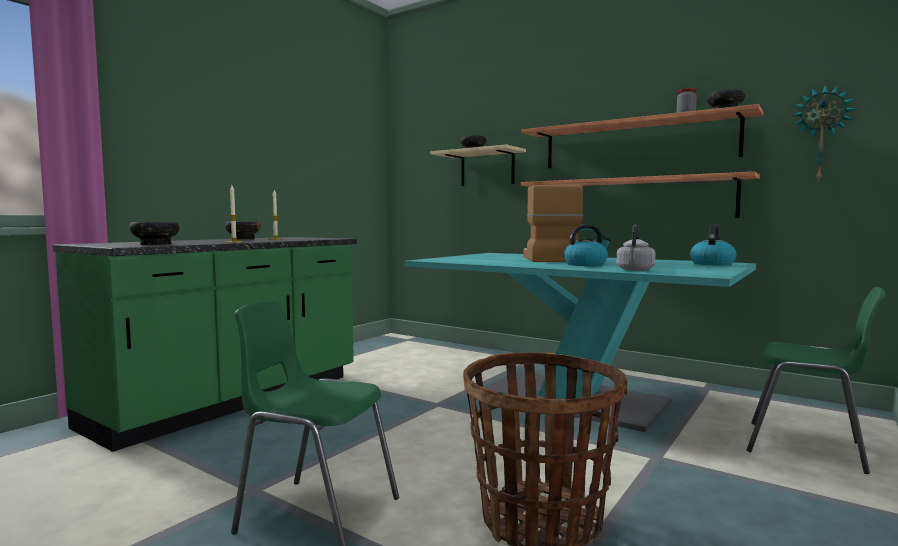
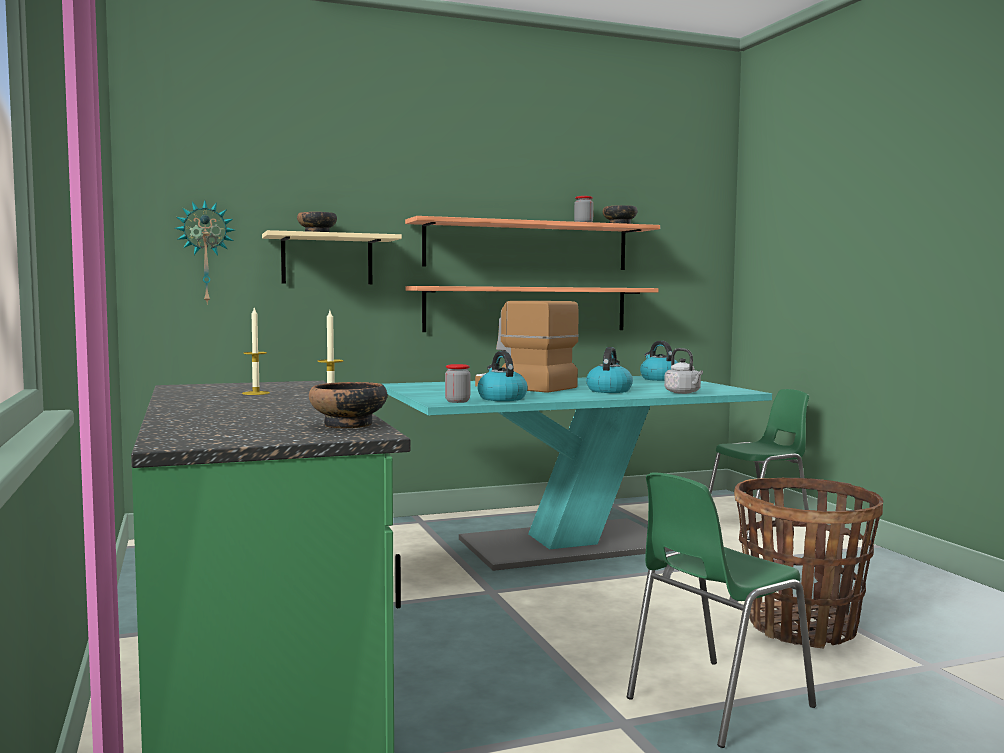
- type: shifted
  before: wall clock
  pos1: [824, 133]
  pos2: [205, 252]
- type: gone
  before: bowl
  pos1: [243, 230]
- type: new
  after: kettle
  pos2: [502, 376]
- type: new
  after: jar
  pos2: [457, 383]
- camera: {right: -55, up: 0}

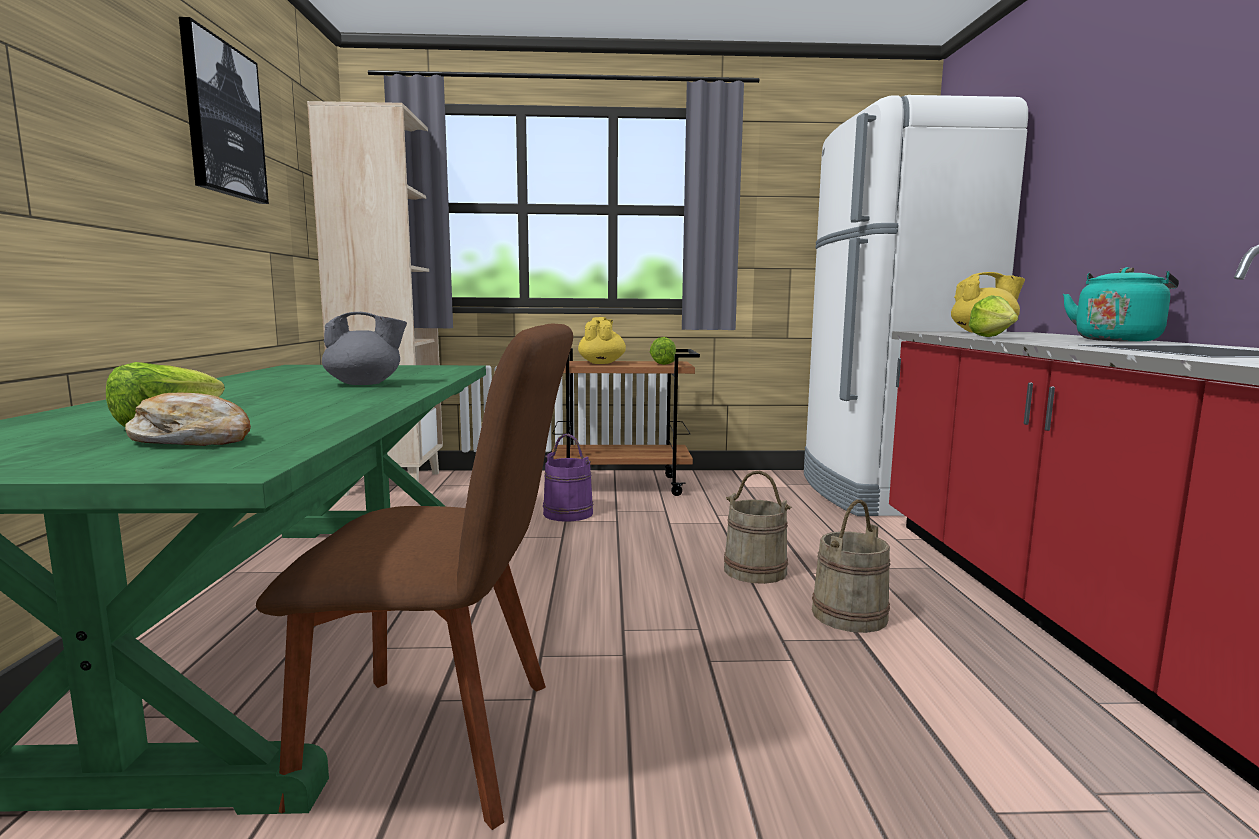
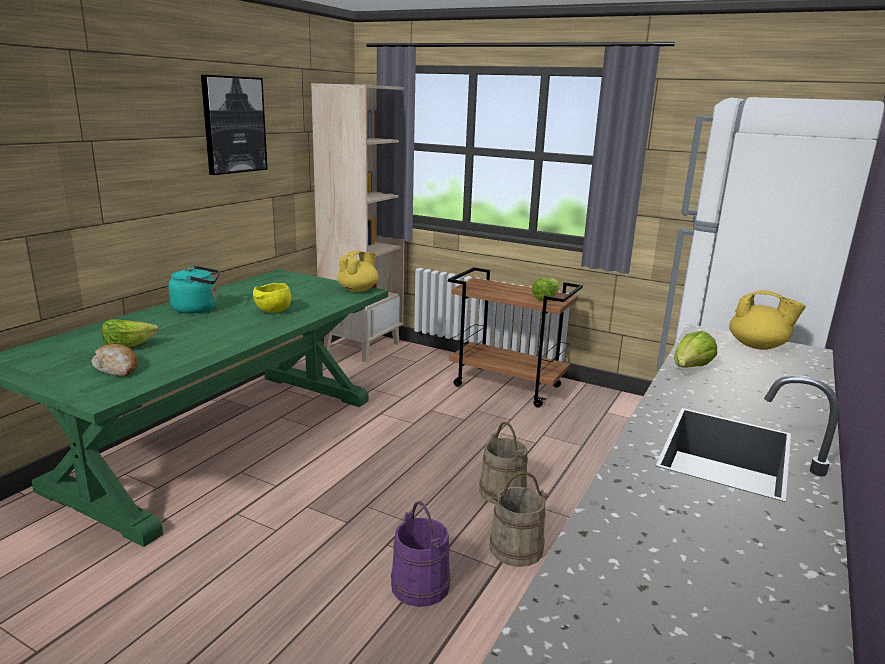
- type: shifted
  before: turquoise kettle
  pos1: [1121, 304]
  pos2: [194, 290]
- type: swapped
  before: grey teapot
  after: yellow bowl
  pos1: [364, 348]
  pos2: [272, 298]
- type: shifted
  before: yellow teapot
  pos1: [602, 340]
  pos2: [357, 271]
- type: gone
  before: brown chair
  pos1: [414, 577]
- type: shifted
  before: purple bucket
  pos1: [568, 478]
  pos2: [421, 554]
- camera: {right: 30, up: 10}

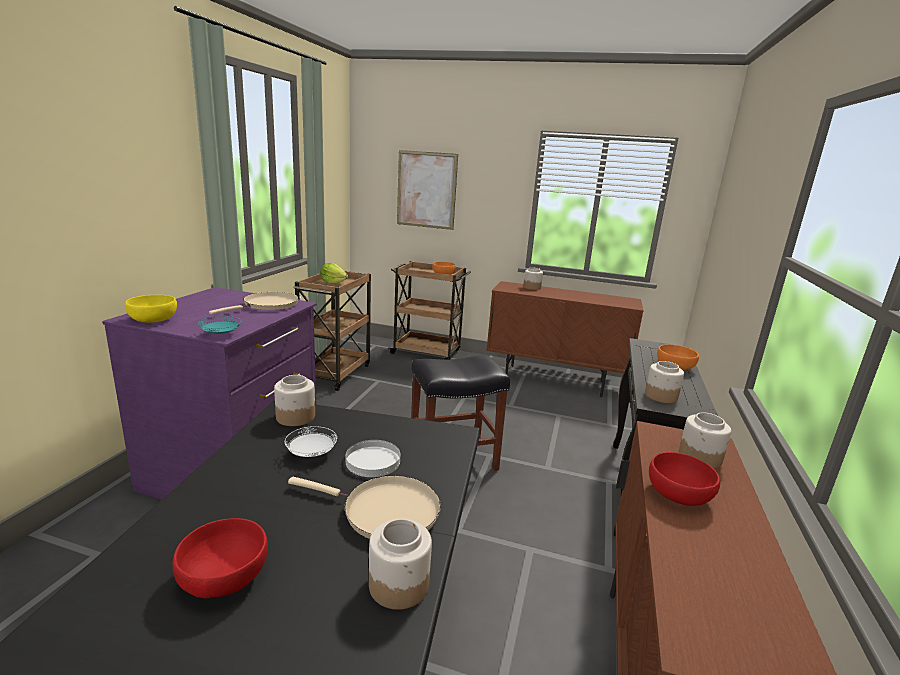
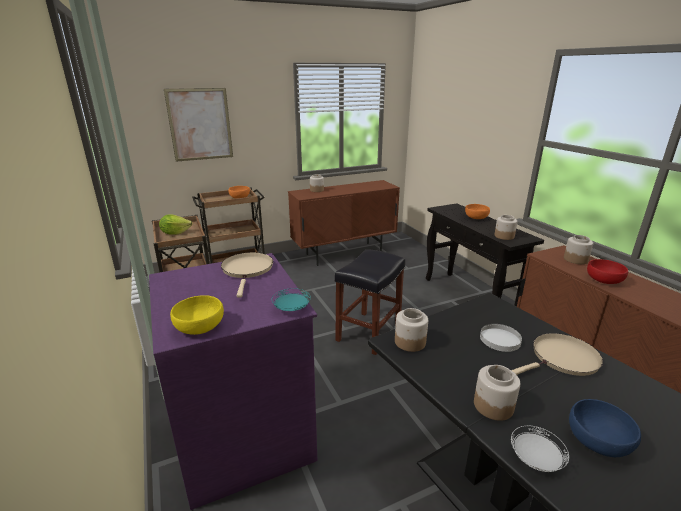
- type: shifted
  before: white plate
  pos1: [311, 441]
  pos2: [540, 449]
- type: repainted
  before: red bowl
  after: blue bowl
  pos1: [220, 558]
  pos2: [605, 428]
- type: shifted
  before: jar
  pos1: [400, 564]
  pos2: [497, 393]
- camera: {right: -40, up: 5}

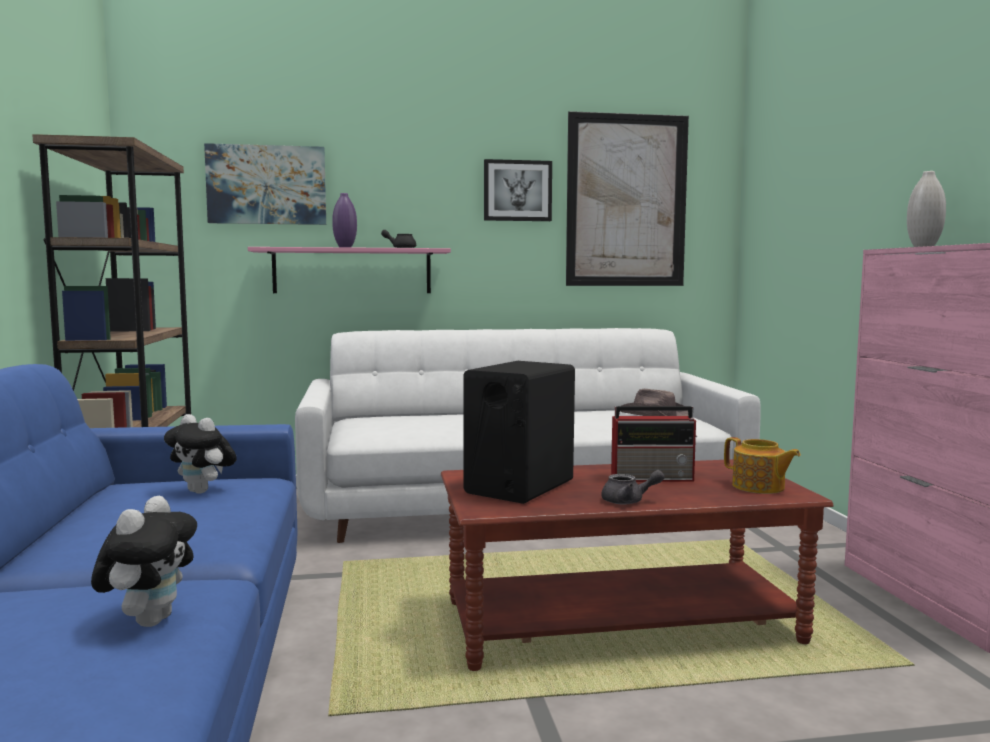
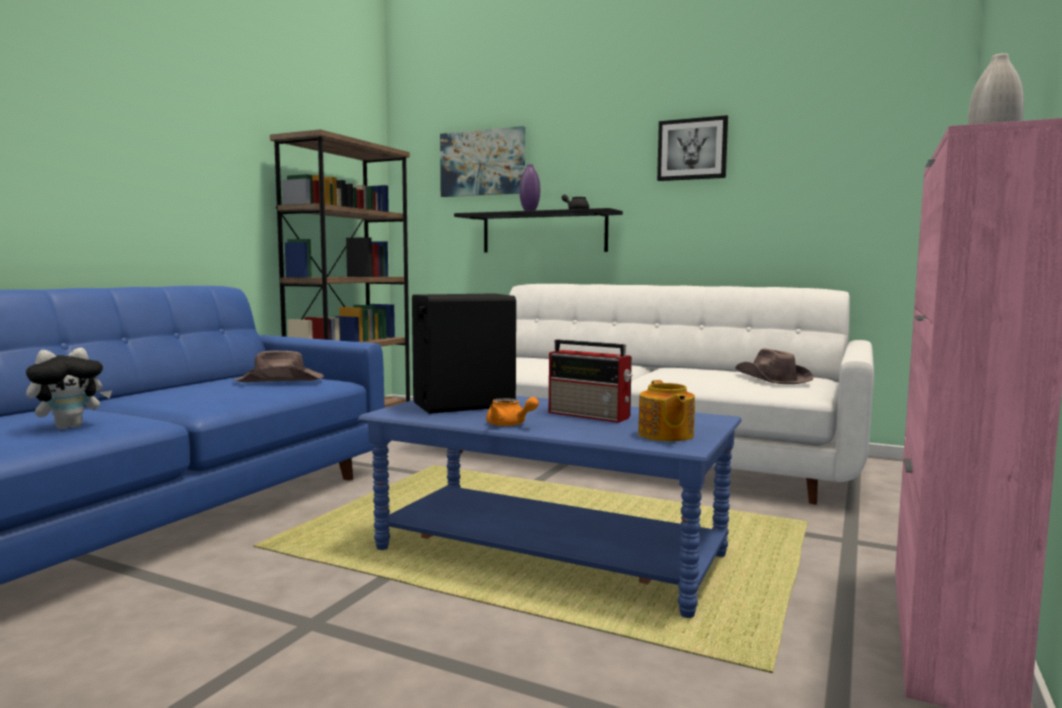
- type: gone
  before: picture
  pos1: [627, 198]
- type: repainted
  before: pink shelf
  after: black shelf
  pos1: [349, 270]
  pos2: [538, 230]
- type: swapped
  before: plush toy
  after: brown hat
  pos1: [200, 454]
  pos2: [278, 367]
- type: repainted
  before: brown coffee table
  after: blue coffee table
  pos1: [637, 565]
  pos2: [549, 507]
- type: repainted
  before: grey teapot
  after: orange teapot
  pos1: [633, 487]
  pos2: [512, 411]
- camera: {right: 35, up: 0}

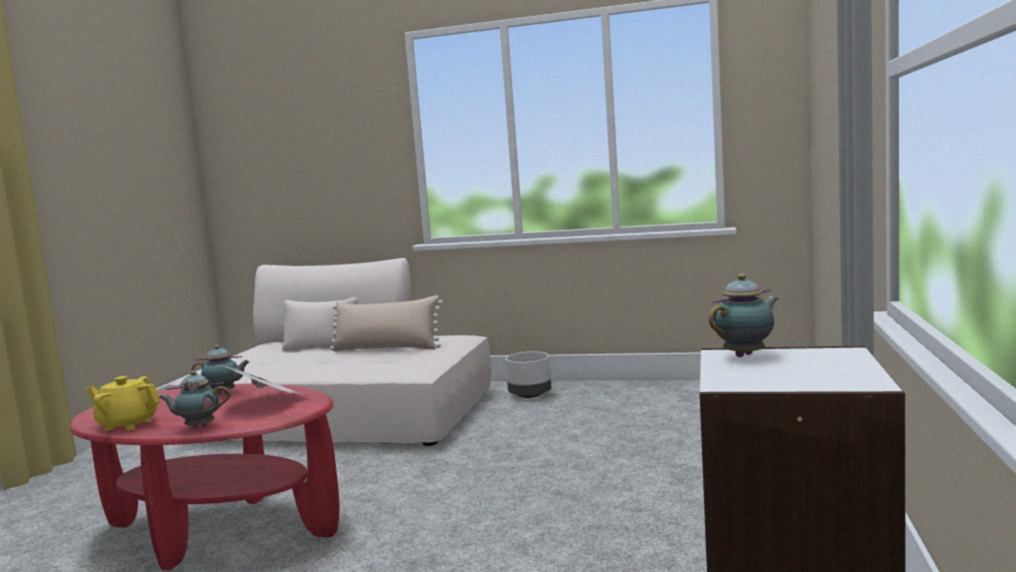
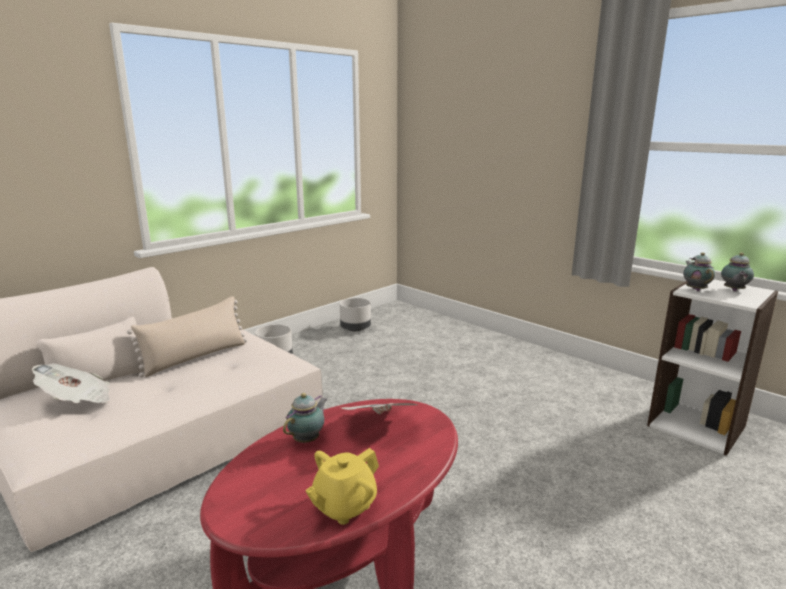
- type: shifted
  before: teapot
  pos1: [194, 399]
  pos2: [737, 272]
- type: new
  after: grey planter
  pos2: [355, 314]
- type: new
  after: newspaper
  pos2: [71, 383]
- camera: {right: -60, up: 10}

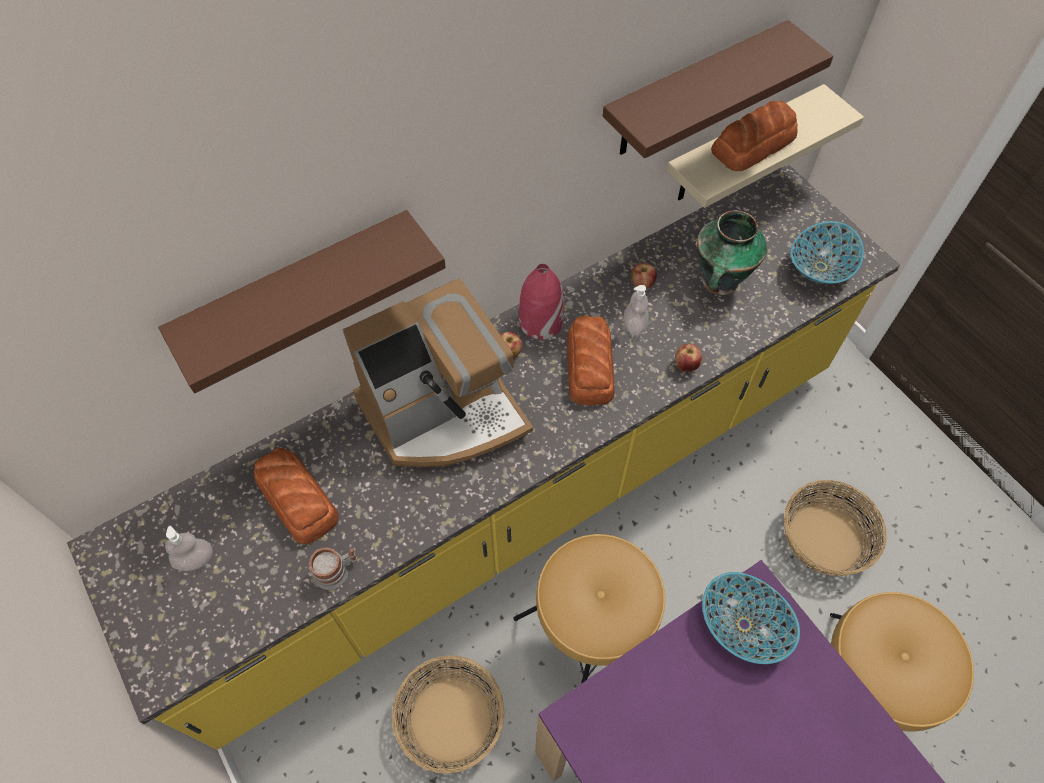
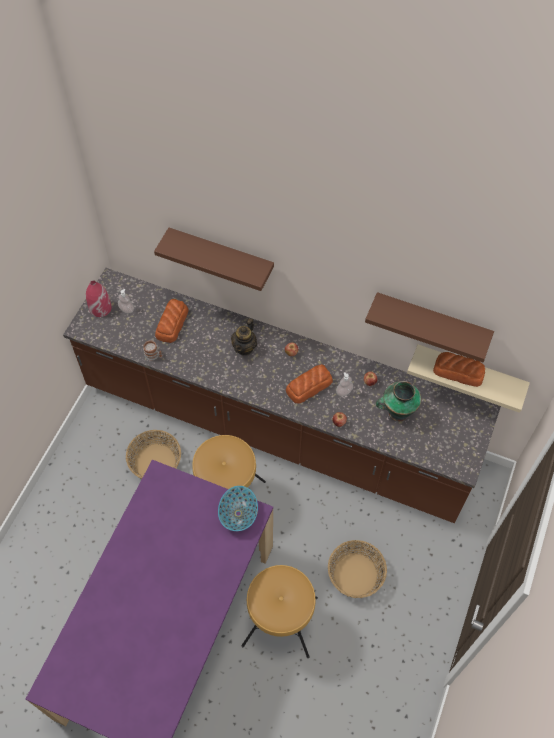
- type: repainted
  before: yellow counter
  after: brown counter
  pos1: [483, 457]
  pos2: [282, 395]
- type: gone
  before: bowl
  pos1: [827, 252]
- type: shifted
  before: red vase
  pos1: [541, 301]
  pos2: [99, 299]
- type: swapped
  before: coffee machine
  after: teapot
  pos1: [437, 372]
  pos2: [244, 337]
- camera: {right: 55, up: 0}

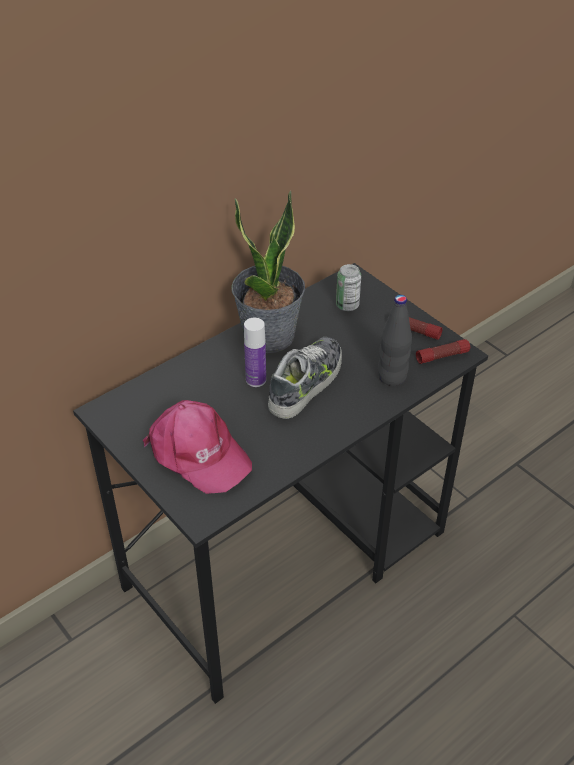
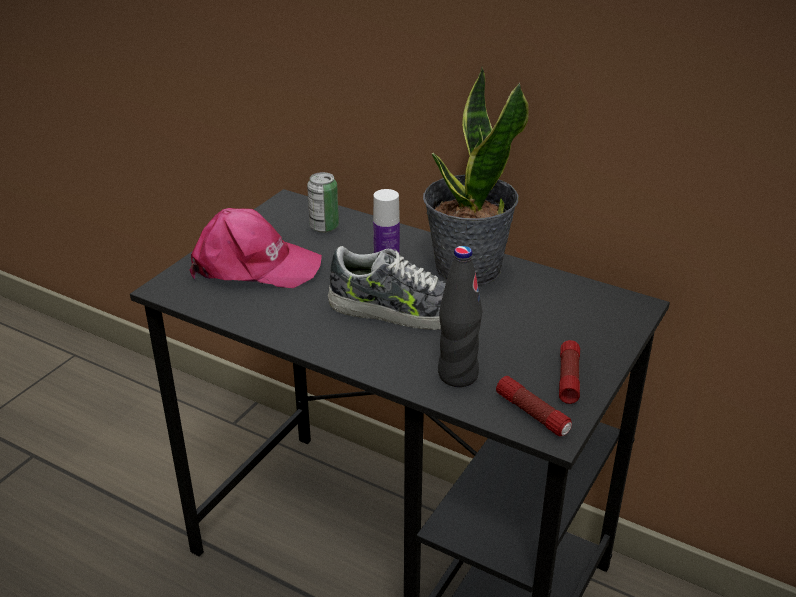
- type: shifted
  before: can
  pos1: [348, 287]
  pos2: [323, 202]
- type: rotated
  before: pink cap
  pos1: [197, 447]
  pos2: [255, 248]
  turn: -105
- camera: {right: 70, up: -10}

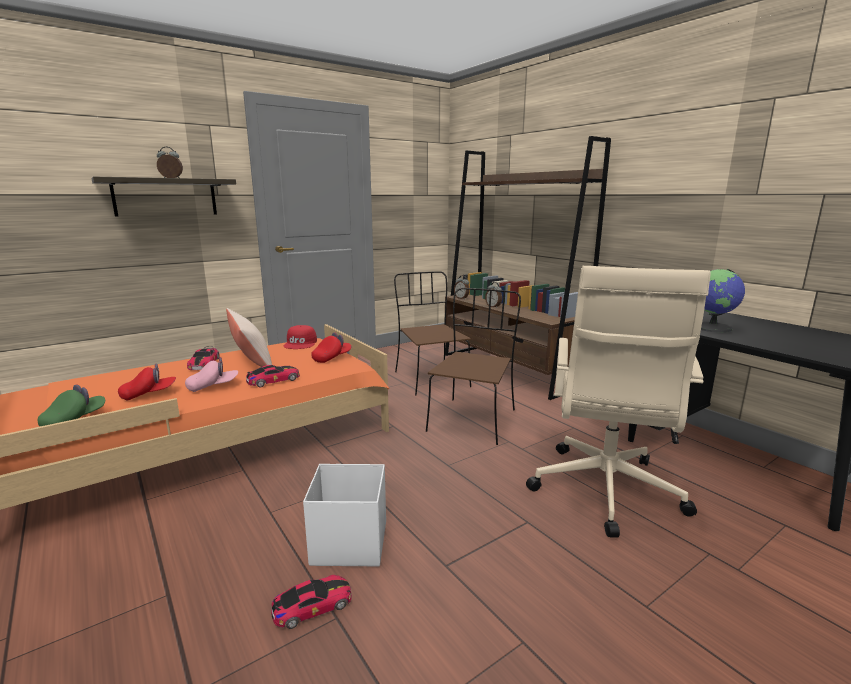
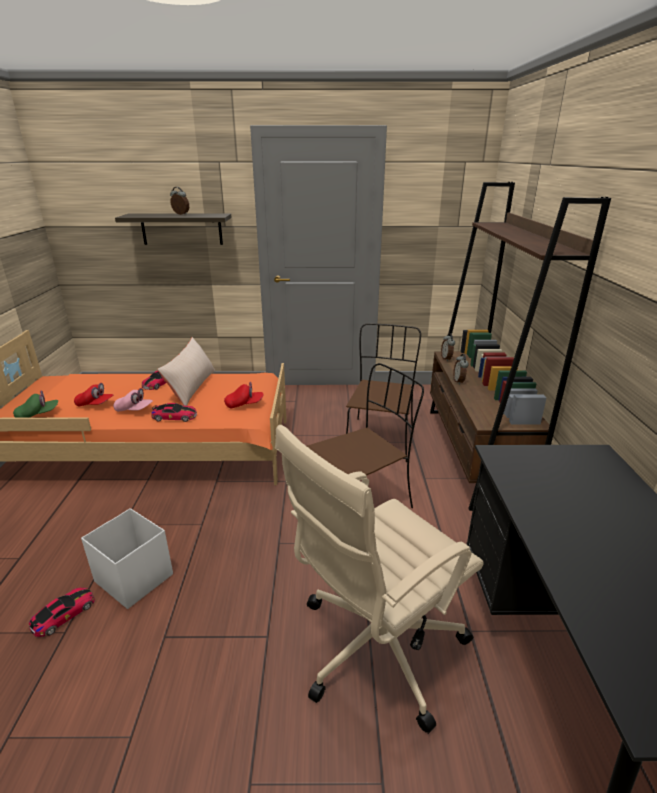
- type: gone
  before: globe
  pos1: [723, 301]
- type: gone
  before: red cap
  pos1: [300, 337]
- type: rotated
  before: toy car
  pos1: [311, 602]
  pos2: [62, 612]
  turn: -60
- camera: {right: 35, up: 10}

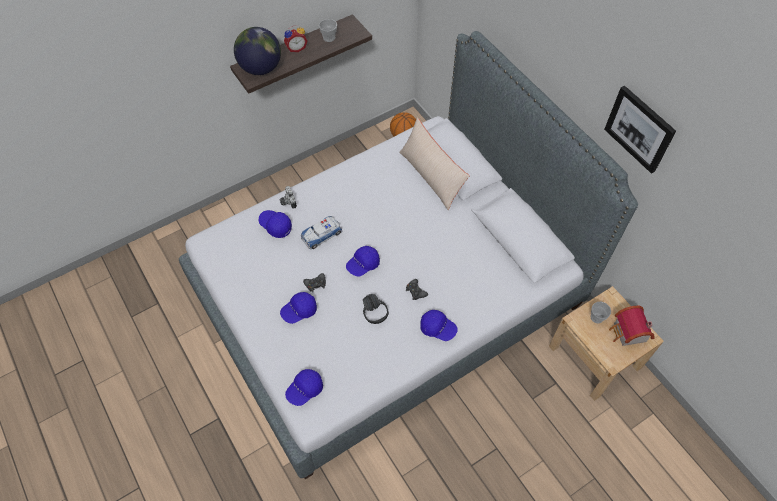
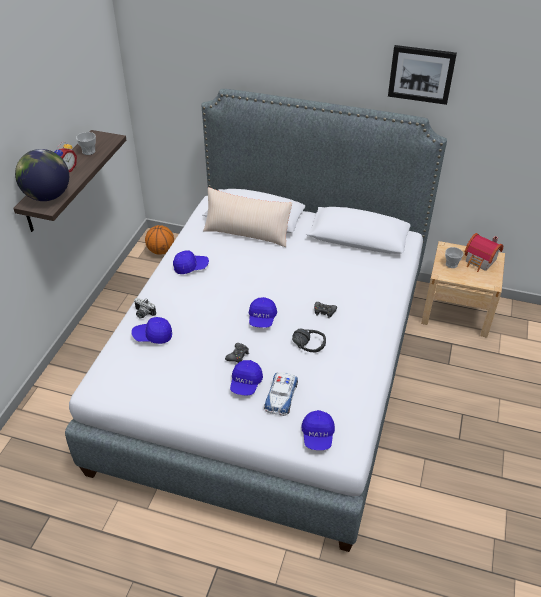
- type: shifted
  before: toy car
  pos1: [322, 232]
  pos2: [281, 394]
- type: shifted
  before: blue cap
  pos1: [439, 325]
  pos2: [191, 262]
- camera: {right: -40, up: -15}

